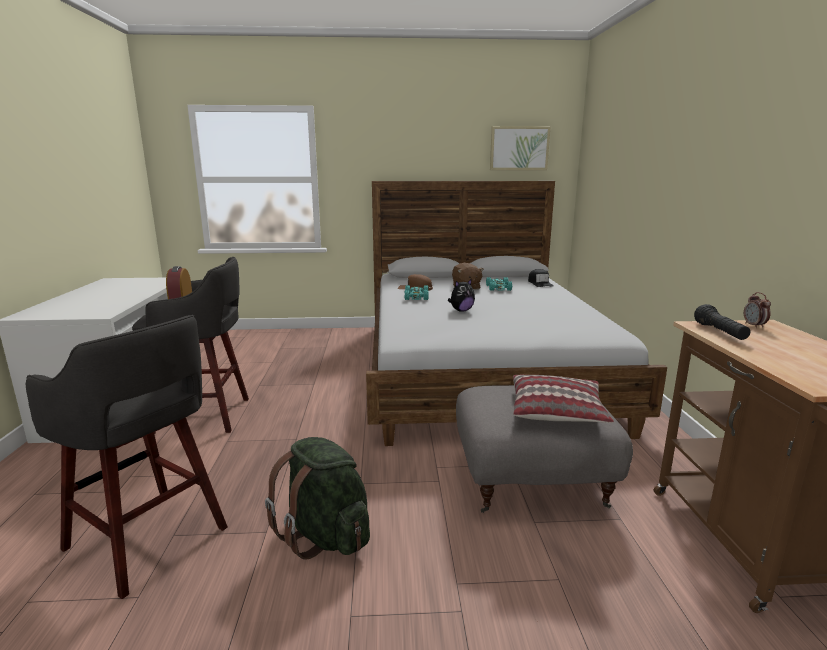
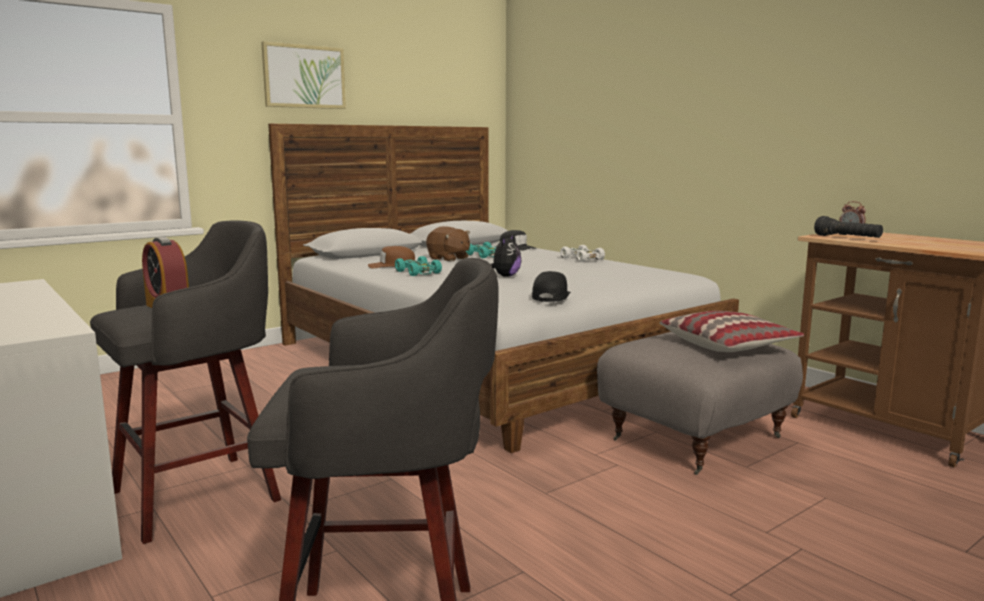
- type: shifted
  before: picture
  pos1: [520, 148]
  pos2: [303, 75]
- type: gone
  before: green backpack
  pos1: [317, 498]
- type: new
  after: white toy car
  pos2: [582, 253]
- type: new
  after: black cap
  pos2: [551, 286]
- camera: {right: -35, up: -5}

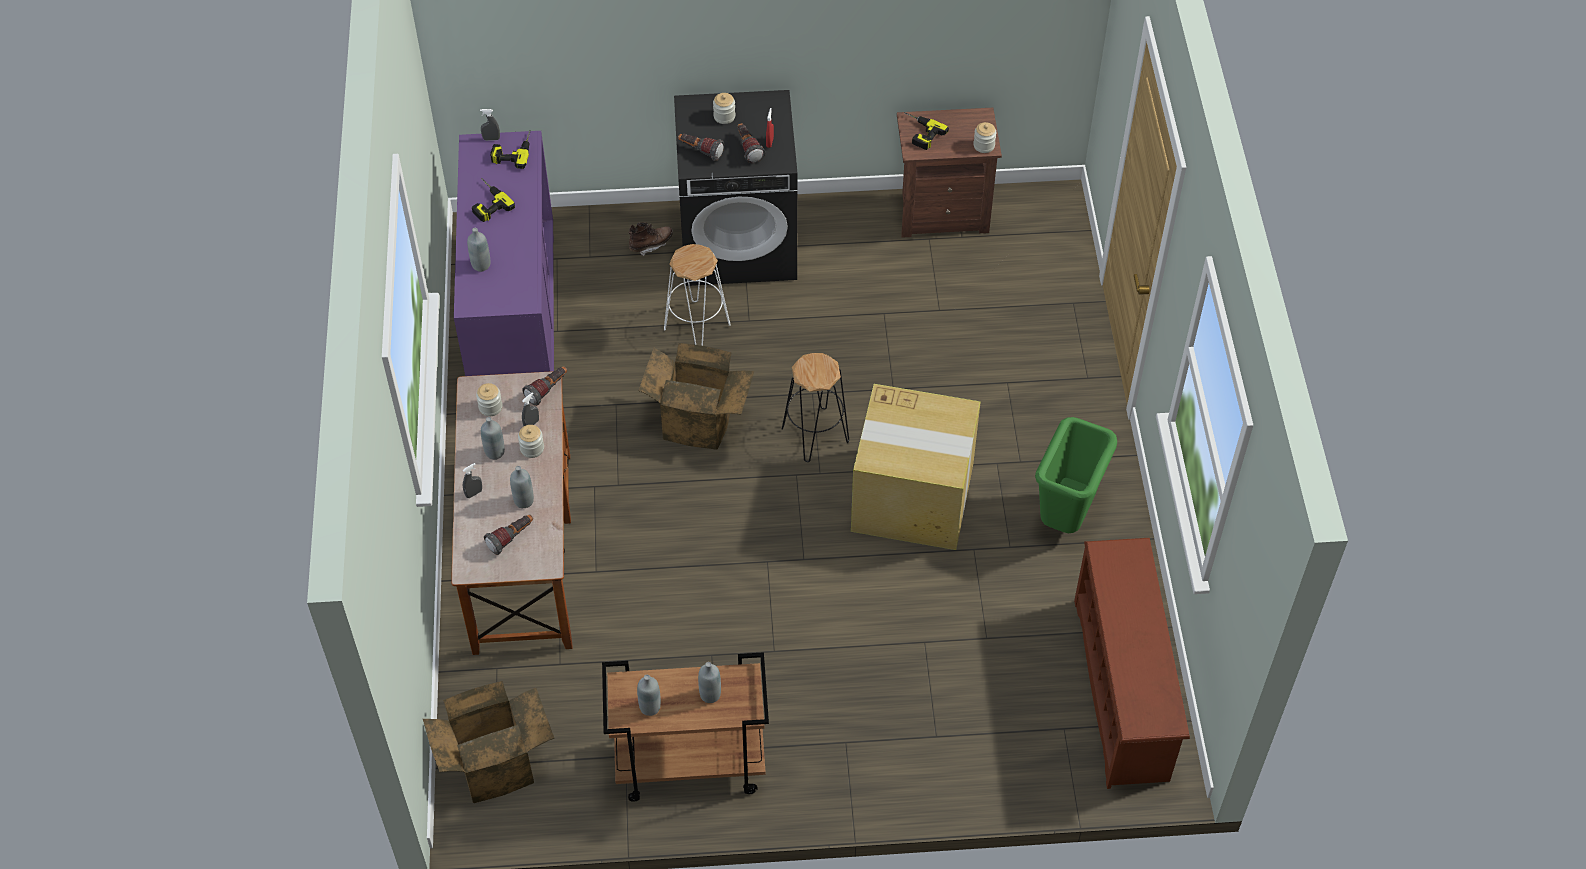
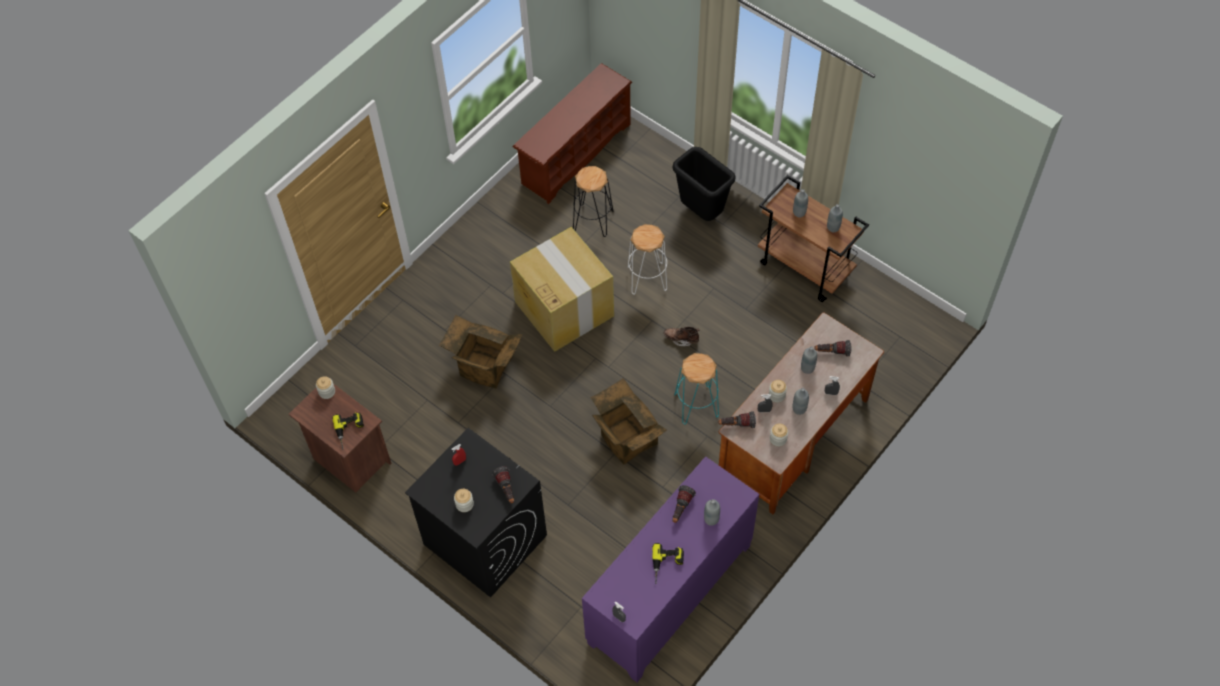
- type: shifted
  before: flashlight
  pos1: [752, 143]
  pos2: [684, 504]
- type: gone
  before: power drill
  pos1: [510, 149]
- type: shifted
  before: brown boot
  pos1: [651, 239]
  pos2: [682, 336]
- type: shifted
  before: white stool
  pos1: [697, 295]
  pos2: [647, 259]
- type: shifted
  before: black stool
  pos1: [815, 407]
  pos2: [593, 201]
- type: gone
  before: green trash can
  pos1: [1076, 475]
- type: shifted
  before: cardboard box
  pos1: [488, 742]
  pos2: [480, 351]
- type: new
  after: black trash can
  pos2: [704, 184]
- type: new
  after: turquoise stool
  pos2: [696, 389]
- camera: {right: -135, up: 5}

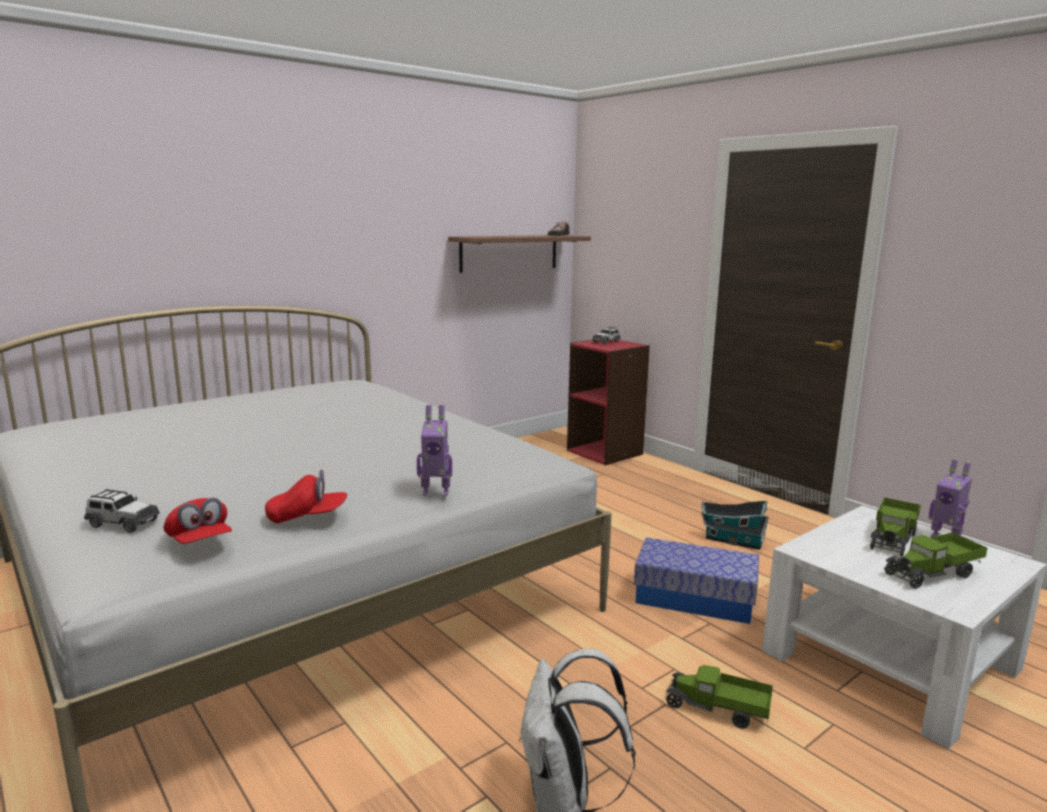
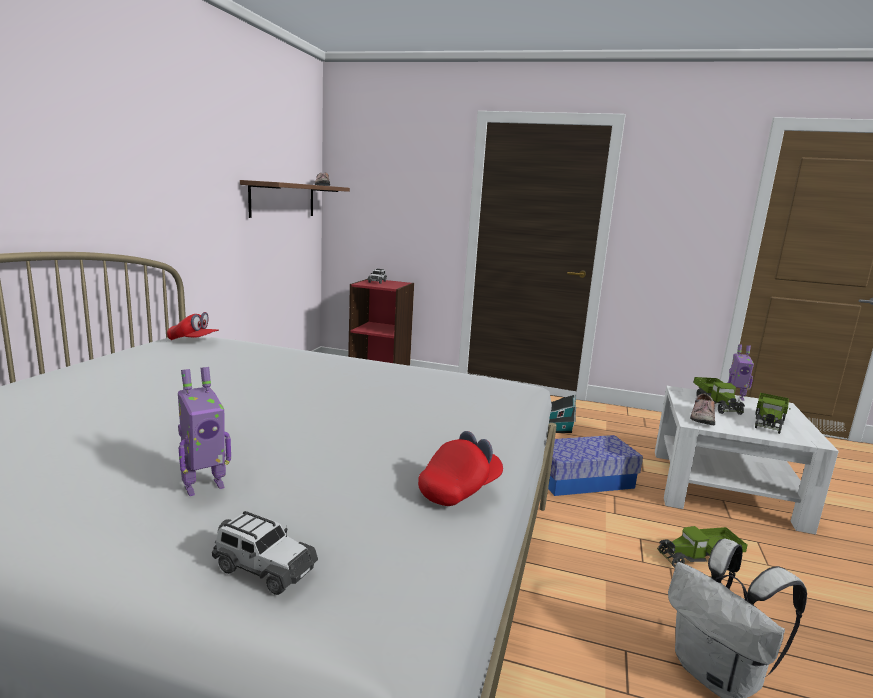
- type: shifted
  before: toy robot
  pos1: [434, 450]
  pos2: [204, 431]
- type: rotated
  before: toy car
  pos1: [122, 511]
  pos2: [265, 553]
  turn: 45
- type: shifted
  before: red cap
  pos1: [197, 521]
  pos2: [193, 326]
- type: new
  after: shoe
  pos2: [702, 409]
- camera: {right: -35, up: 0}

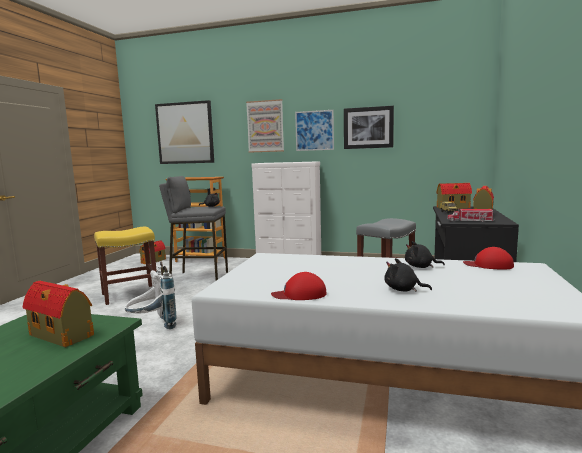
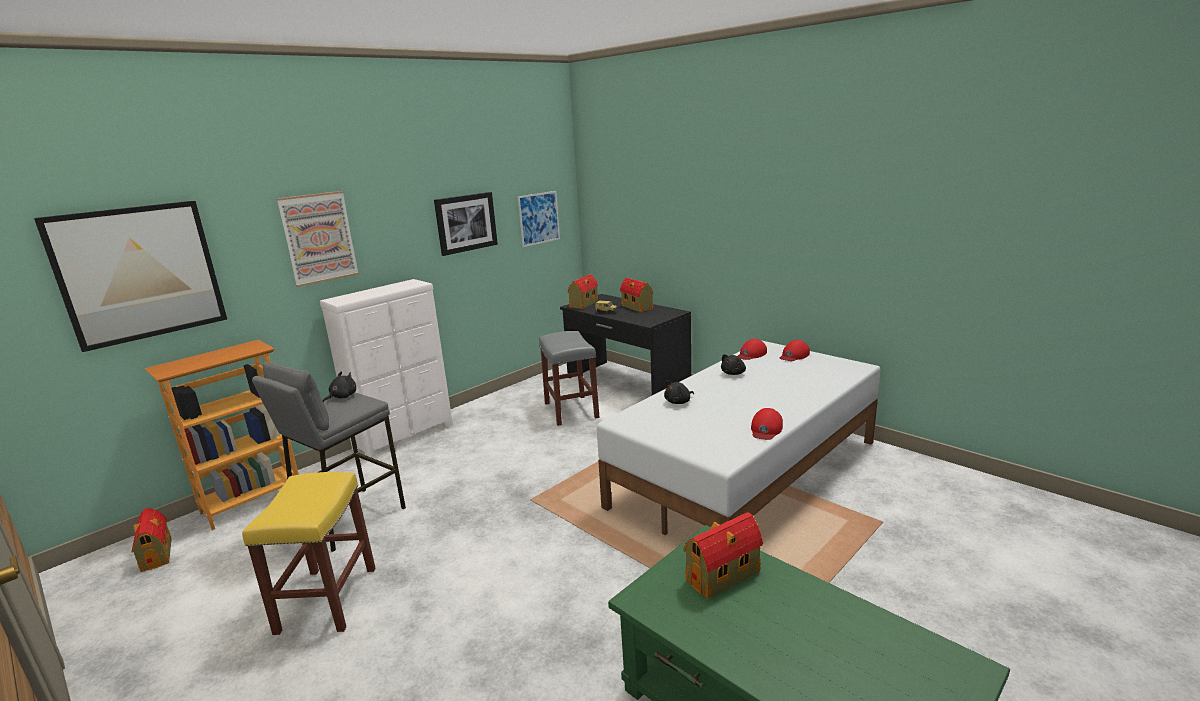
- type: shifted
  before: picture
  pos1: [314, 130]
  pos2: [539, 219]
- type: gone
  before: toy truck
  pos1: [470, 215]
- type: shifted
  before: black plush toy
  pos1: [408, 275]
  pos2: [679, 392]
- type: gone
  before: white backpack
  pos1: [150, 295]
- type: new
  after: red cap
  pos2: [795, 350]
- camera: {right: -60, up: 10}

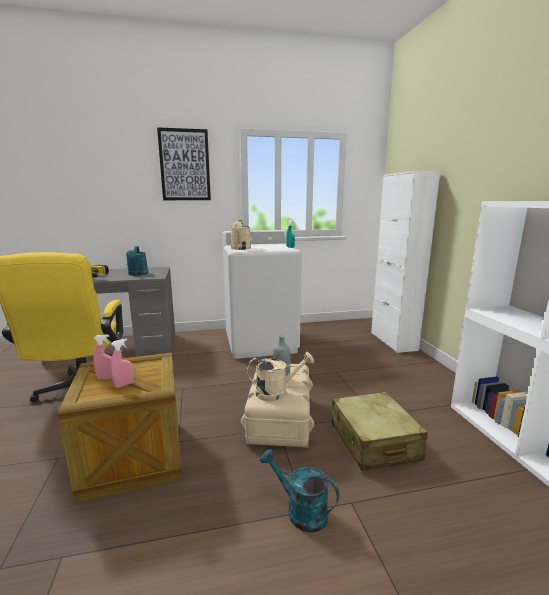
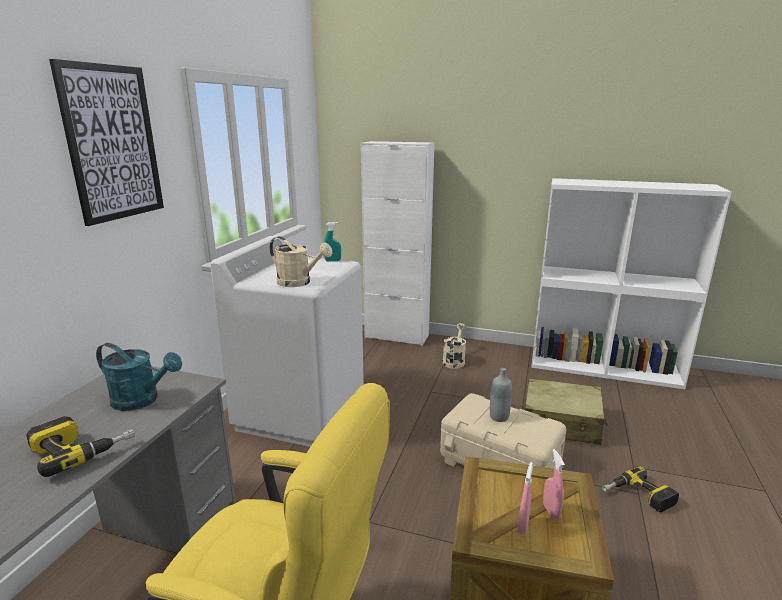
- type: shifted
  before: beige watering can
  pos1: [280, 376]
  pos2: [454, 346]
- type: swapped
  before: turquoise watering can
  after: power drill
  pos1: [300, 491]
  pos2: [640, 489]
- camera: {right: -60, up: 5}

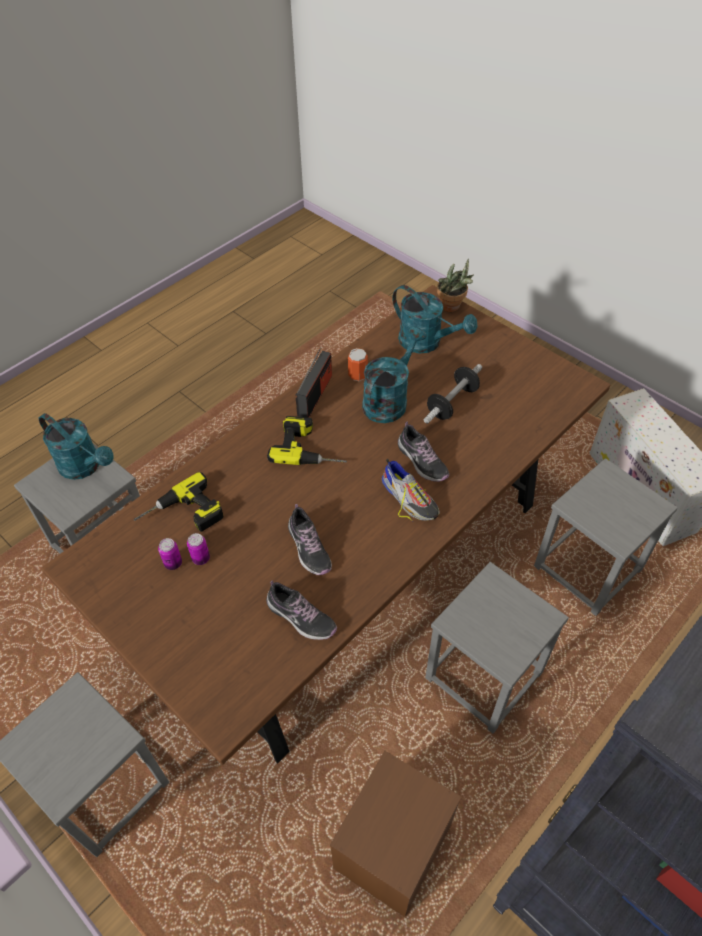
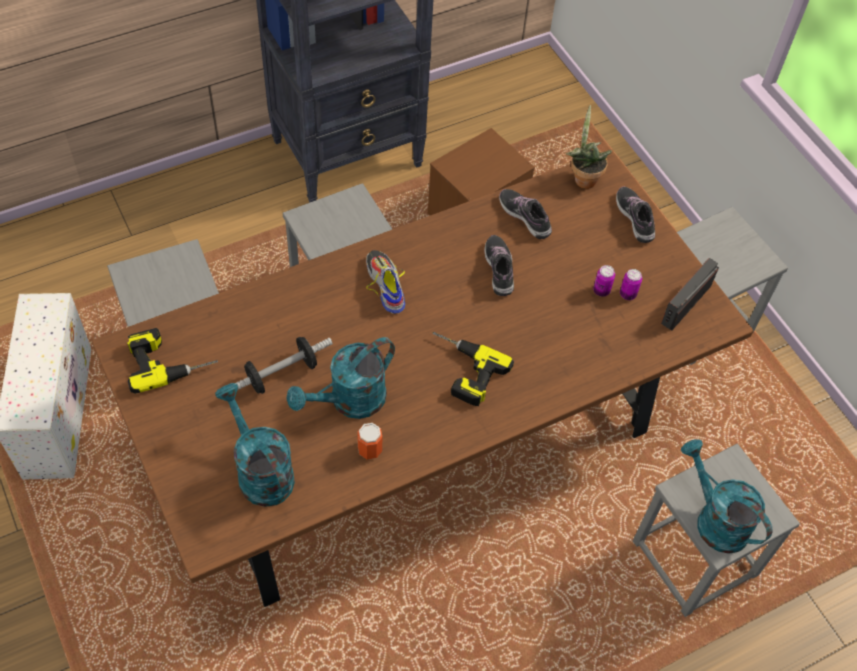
- type: shifted
  before: potted plant
  pos1: [455, 285]
  pos2: [588, 147]
- type: shifted
  before: radio
  pos1: [314, 382]
  pos2: [690, 294]
- type: shifted
  before: shoe
  pos1: [423, 452]
  pos2: [635, 215]
- type: shifted
  before: power drill
  pos1: [179, 502]
  pos2: [172, 361]
- camera: {right: -165, up: 5}

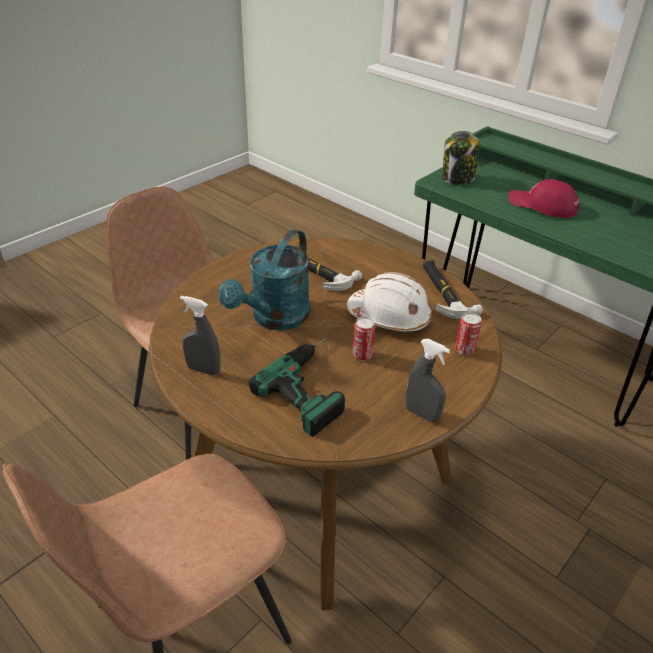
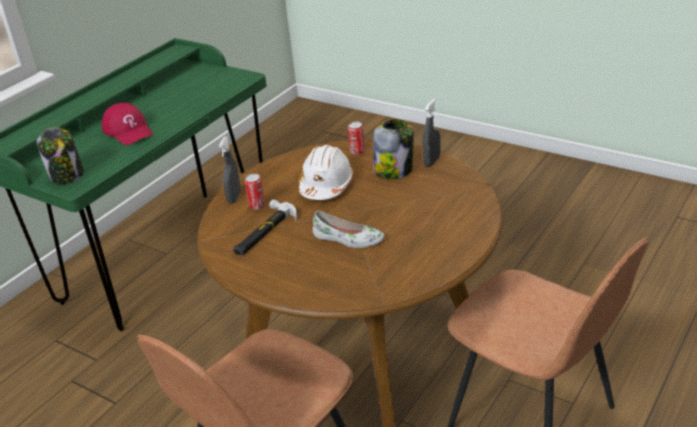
- type: rotated
  before: red cap
  pos1: [544, 198]
  pos2: [127, 124]
  turn: -60
- type: swapped
  before: turquoise watering can
  after: white shoe
  pos1: [264, 279]
  pos2: [349, 229]
- type: gone
  before: hammer
  pos1: [453, 289]
- type: shifted
  before: grey spray bottle
  pos1: [200, 336]
  pos2: [230, 170]
- type: shifted
  before: can
  pos1: [364, 339]
  pos2: [255, 192]
- type: gone
  before: power drill
  pos1: [297, 387]
- type: new
  after: jar
  pos2: [393, 149]
- camera: {right: -95, up: -5}

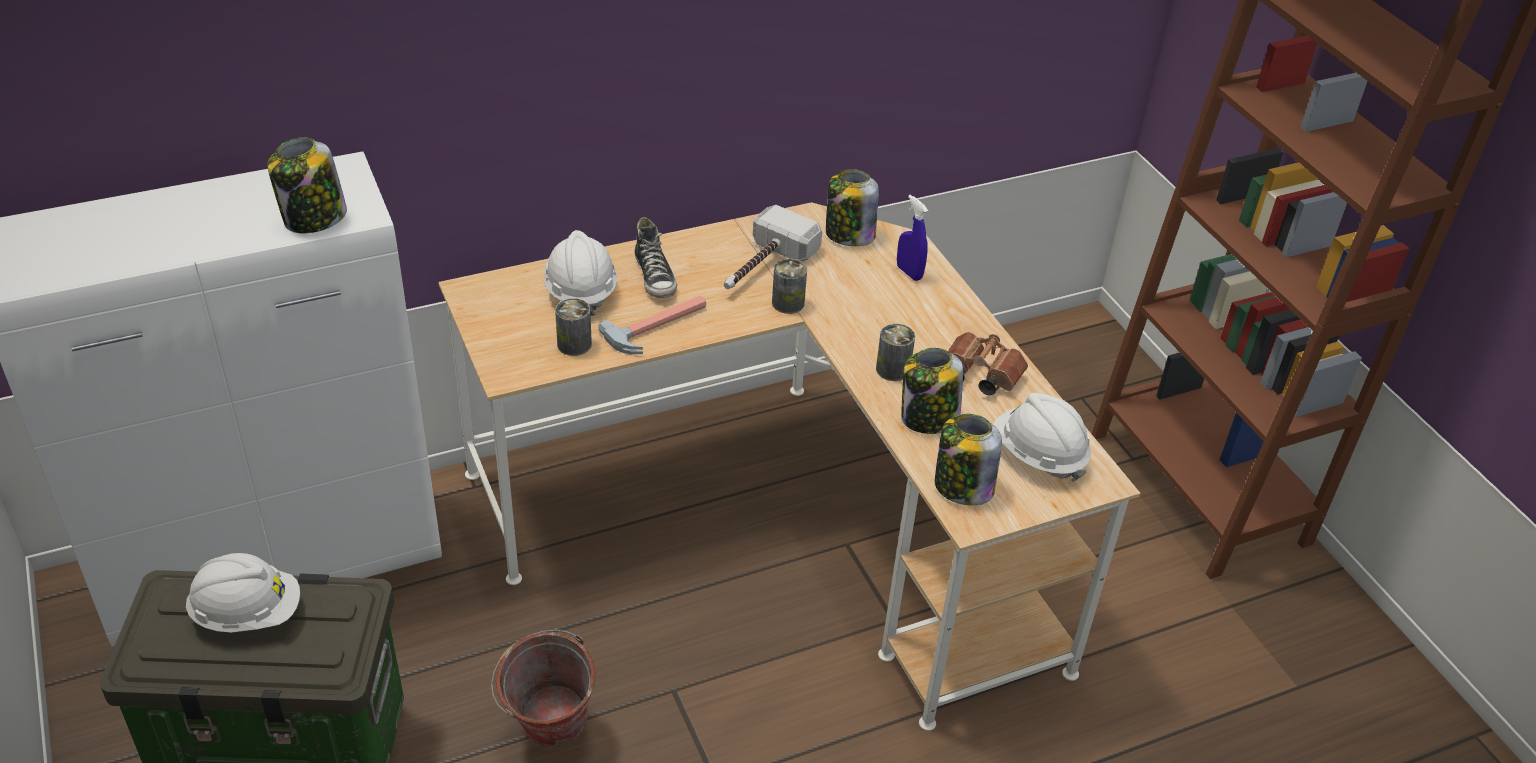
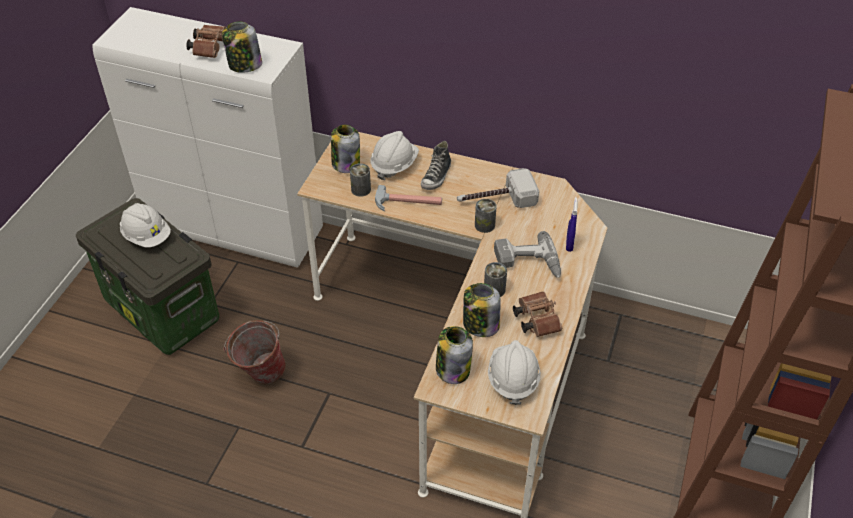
- type: shifted
  before: jar
  pos1: [852, 207]
  pos2: [345, 148]
- type: new
  after: brown binoculars
  pos2: [206, 41]
- type: new
  after: power drill
  pos2: [527, 254]
- camera: {right: 45, up: 5}

